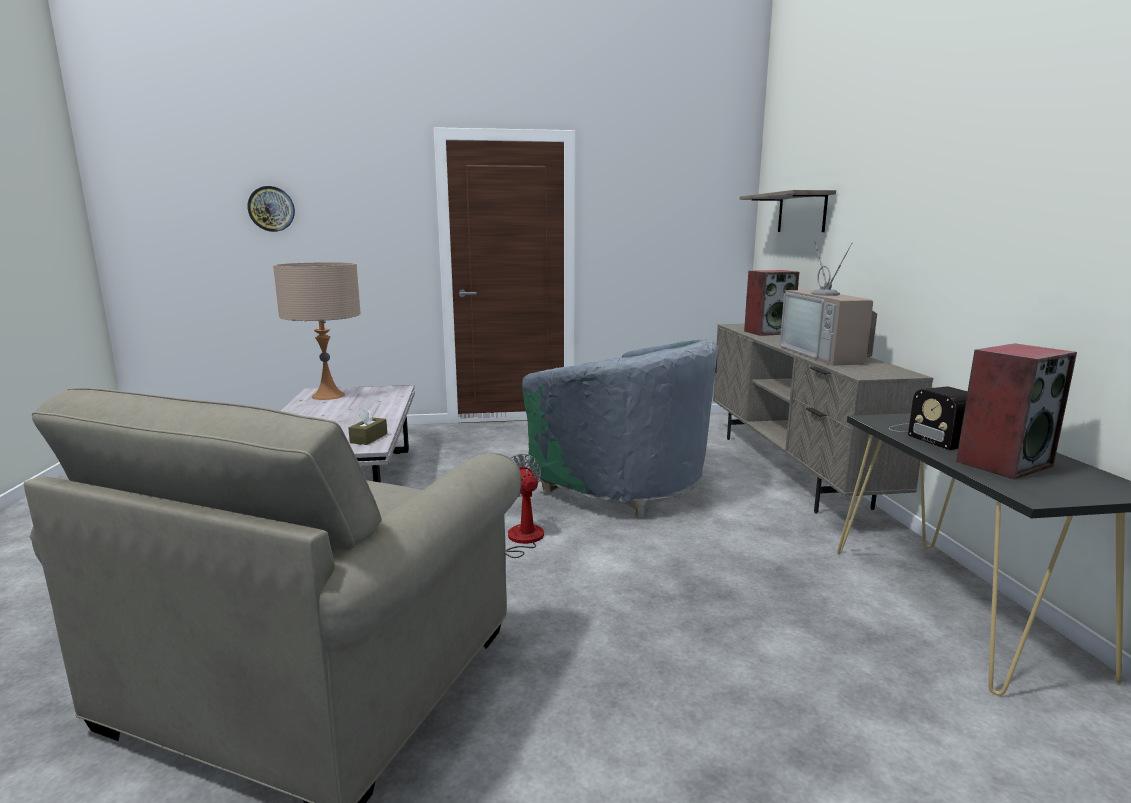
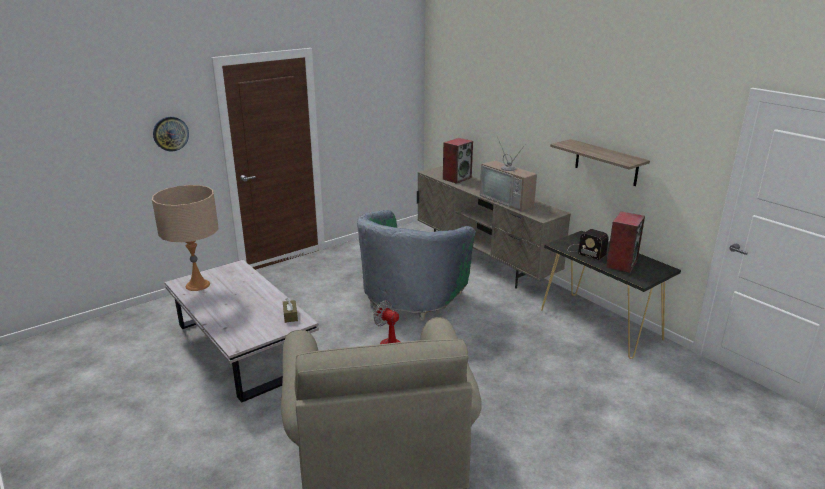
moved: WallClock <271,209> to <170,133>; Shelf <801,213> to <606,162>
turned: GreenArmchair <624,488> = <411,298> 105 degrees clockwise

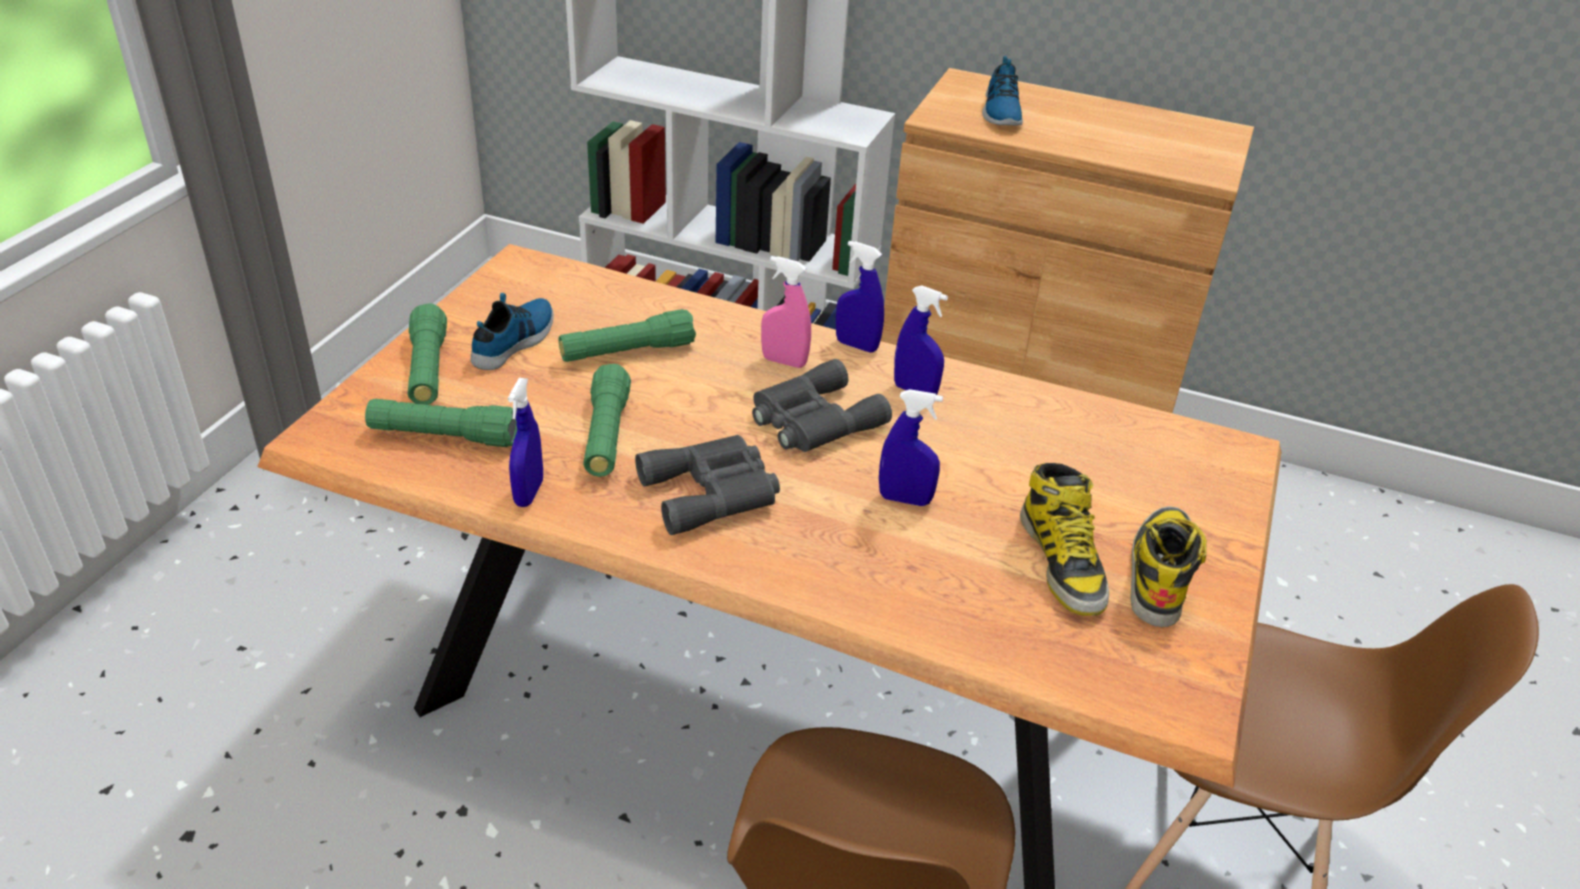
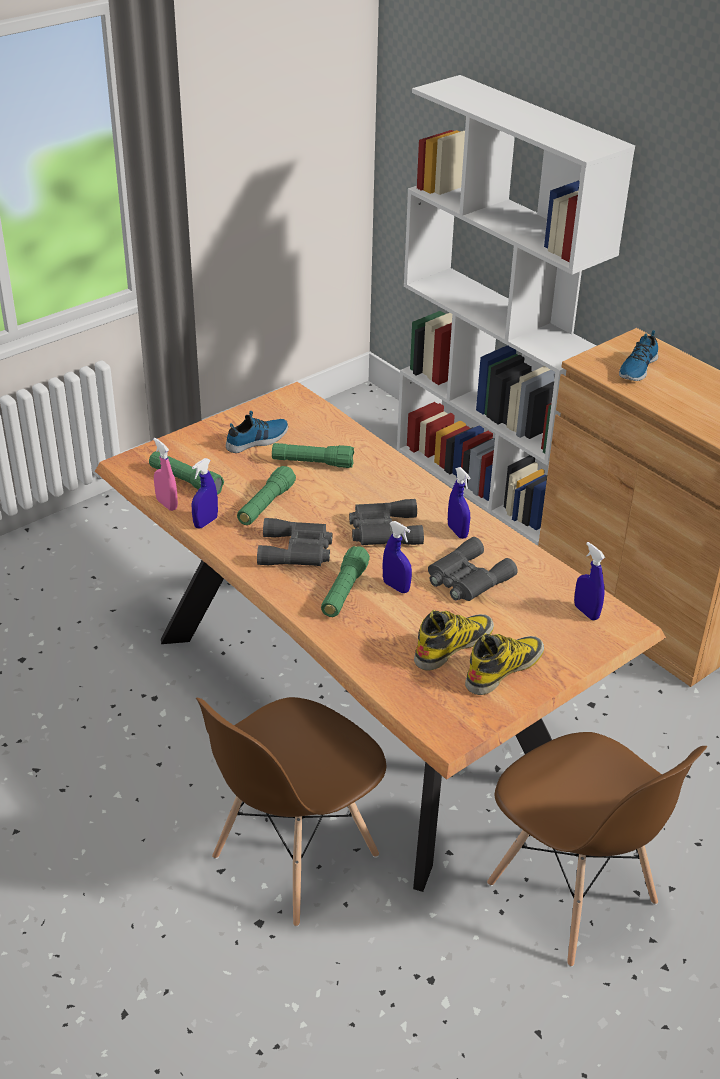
added: GreyBinoculars <466,579>
moved: GreenFlashlight <428,369> to <344,591>; PinkSprayBottle <784,361> to <166,504>; BlueSprayBottle <856,345> to <586,612>
turned: Boot <1062,561> = <453,645> 150 degrees counterclockwise

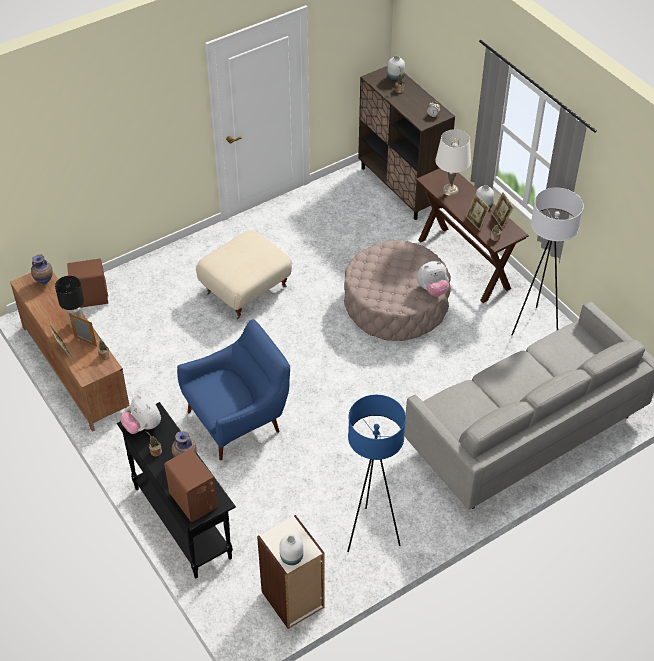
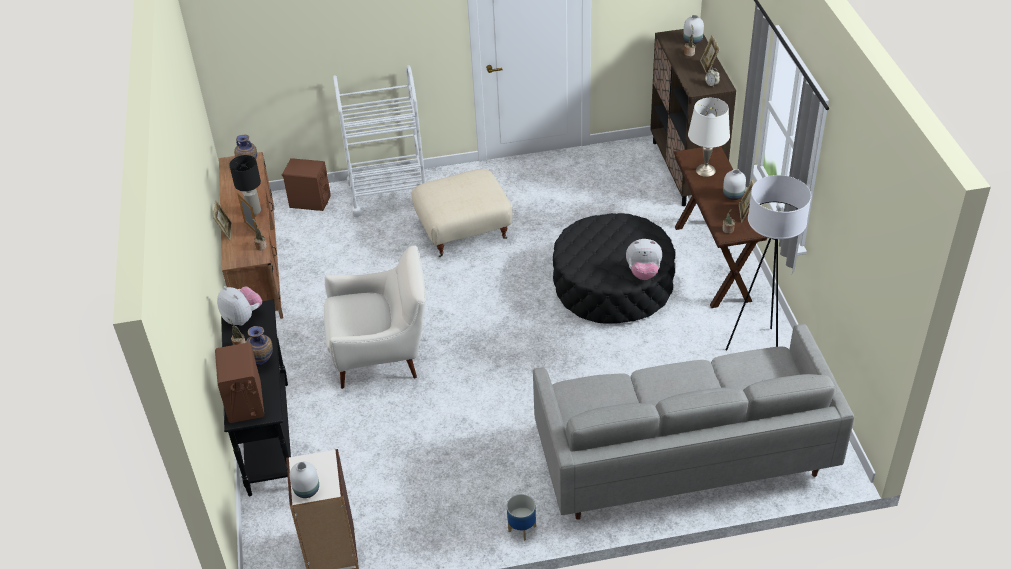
removed: BlueFloorLamp <371,534>
added: WhiteCart <388,193>; Planter <521,529>
moved: PictureFrame <476,222> to <708,67>
recoloured: BlueArmchair <237,420> to WhiteArmchair <382,354>; BeigeOttoman <396,304> to BlackOttoman <613,285>
turned: PlushToy <143,426> = <243,318> 150 degrees clockwise

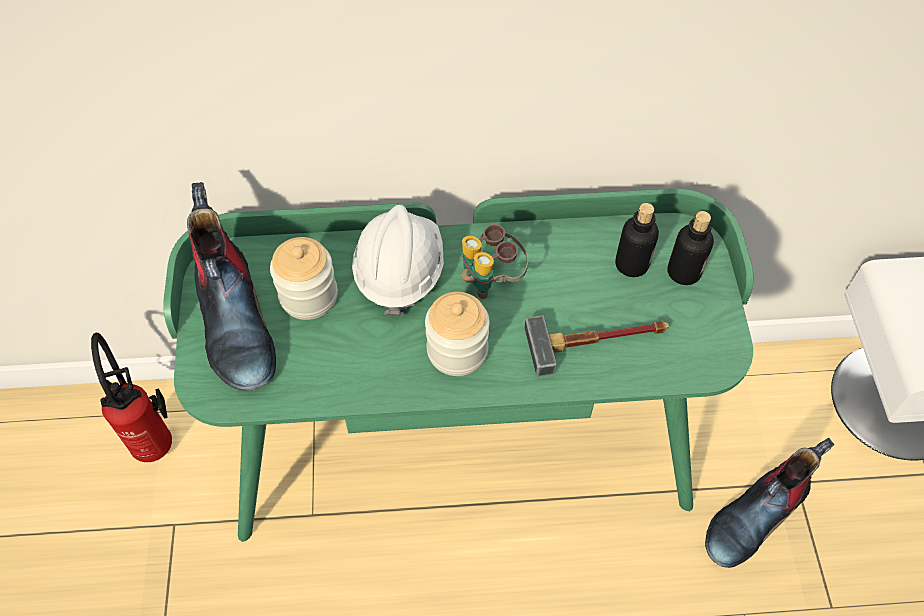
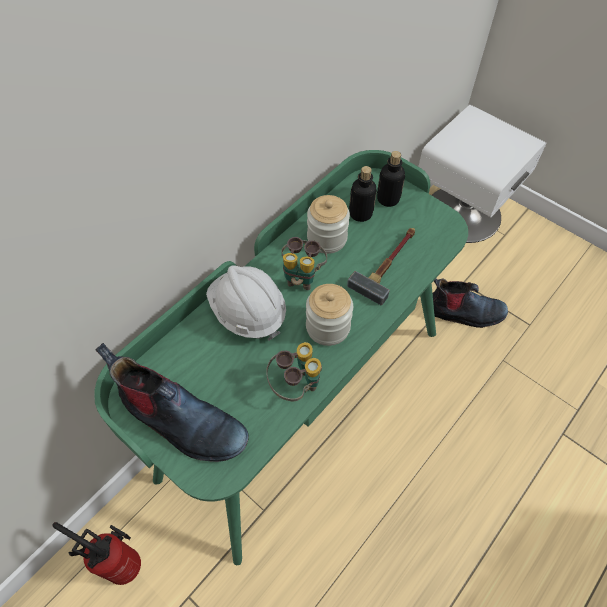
added: Binoculars <295,385>
moved: Jar <308,296> to <327,238>
turned: Boot <755,516> = <463,312> 90 degrees counterclockwise

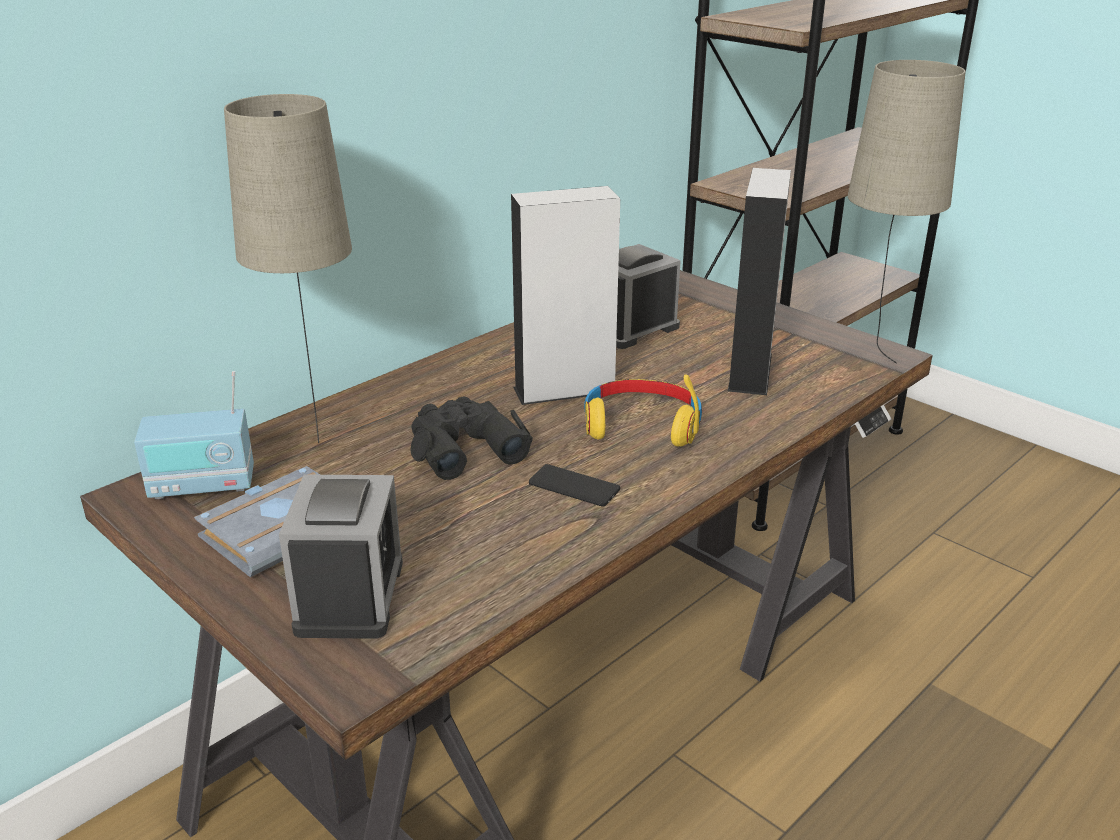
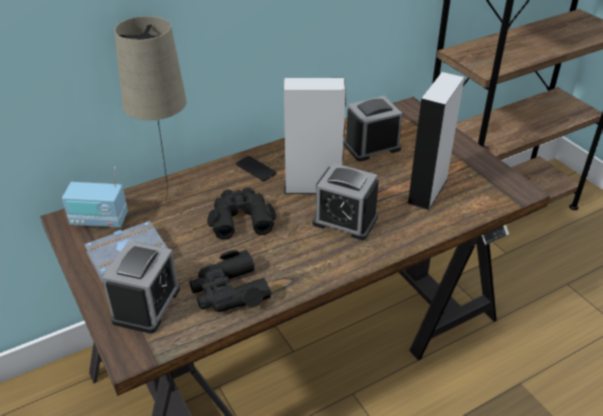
removed: BeigeTableLamp <871,362>
added: BlackBinoculars <229,291>
moved: Phone <574,486> to <256,169>
replaced: YellowHeadphones <641,426> to AlarmClock <345,220>

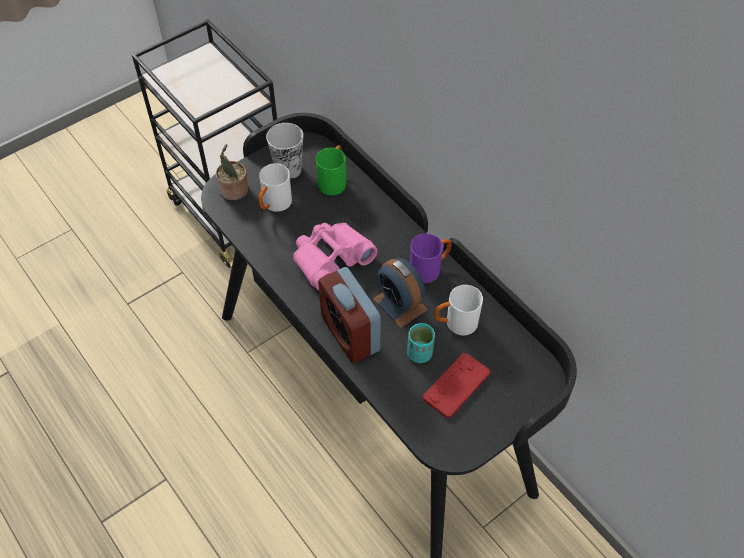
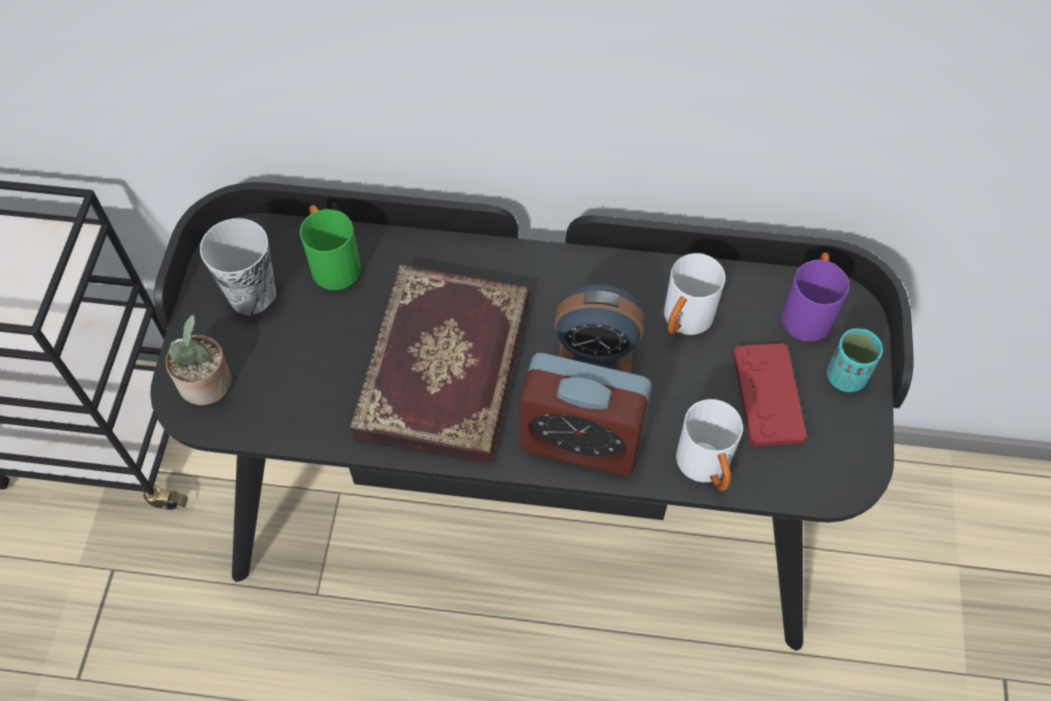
moved: WhiteMug <274,205> to <706,469>; TurquoiseCup <420,353> to <846,376>; PurpleMug <430,268> to <807,312>
replaced: PinkBinoculars <331,259> to Book <448,367>

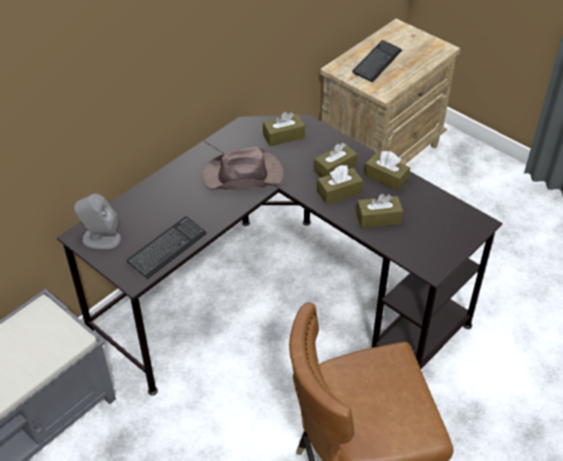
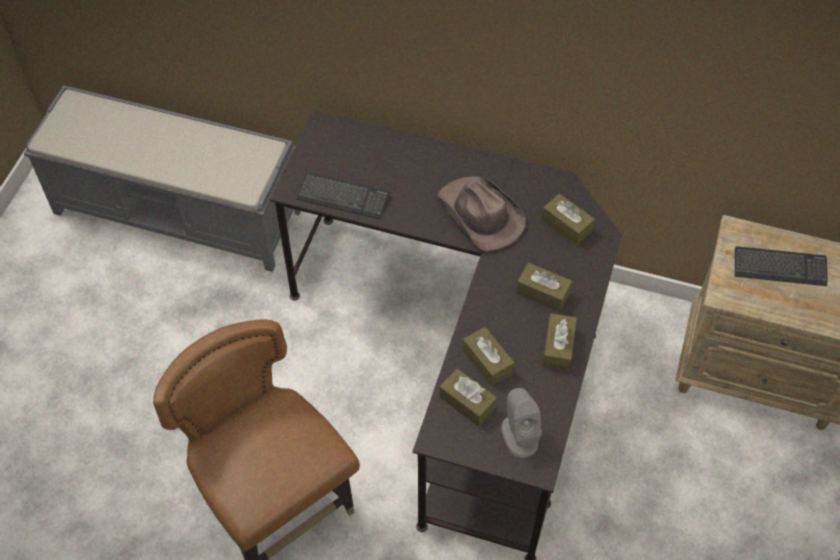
moved: GreySpeaker <100,238> to <519,435>; BrownTissueBox <339,192> to <467,402>

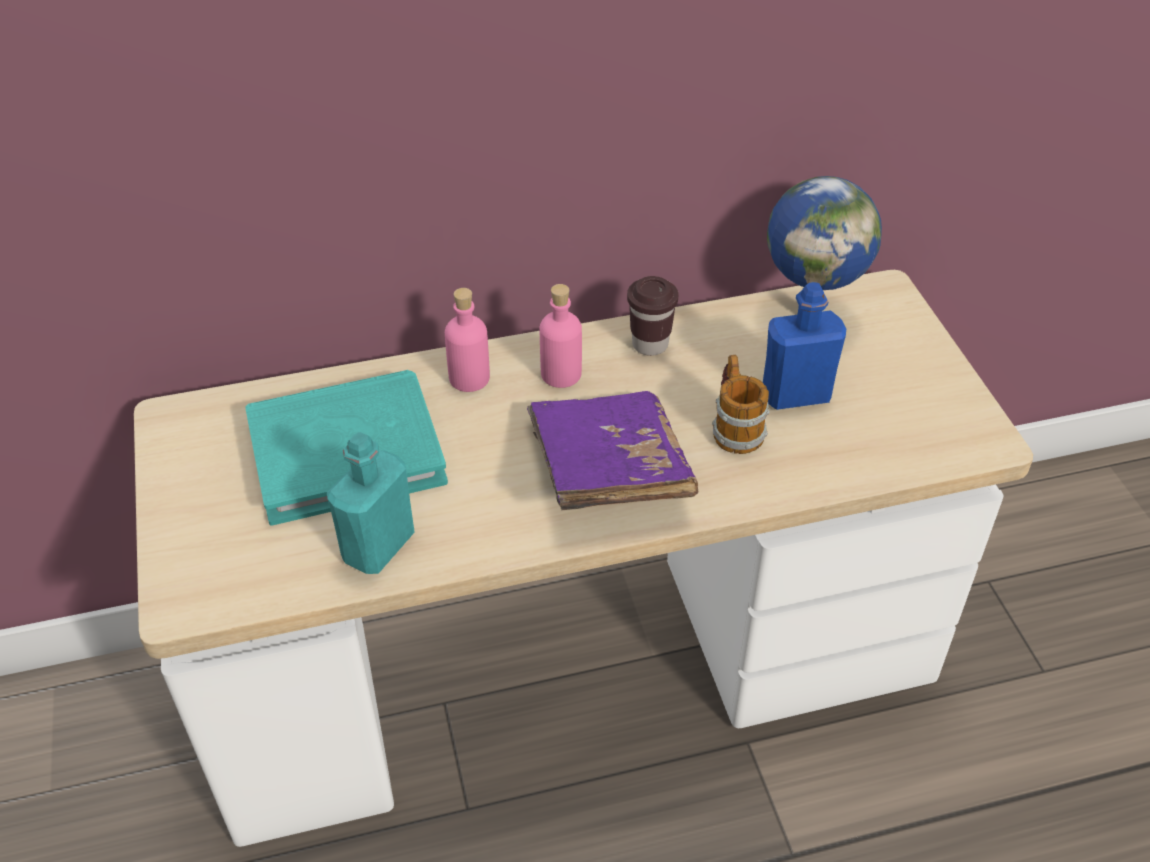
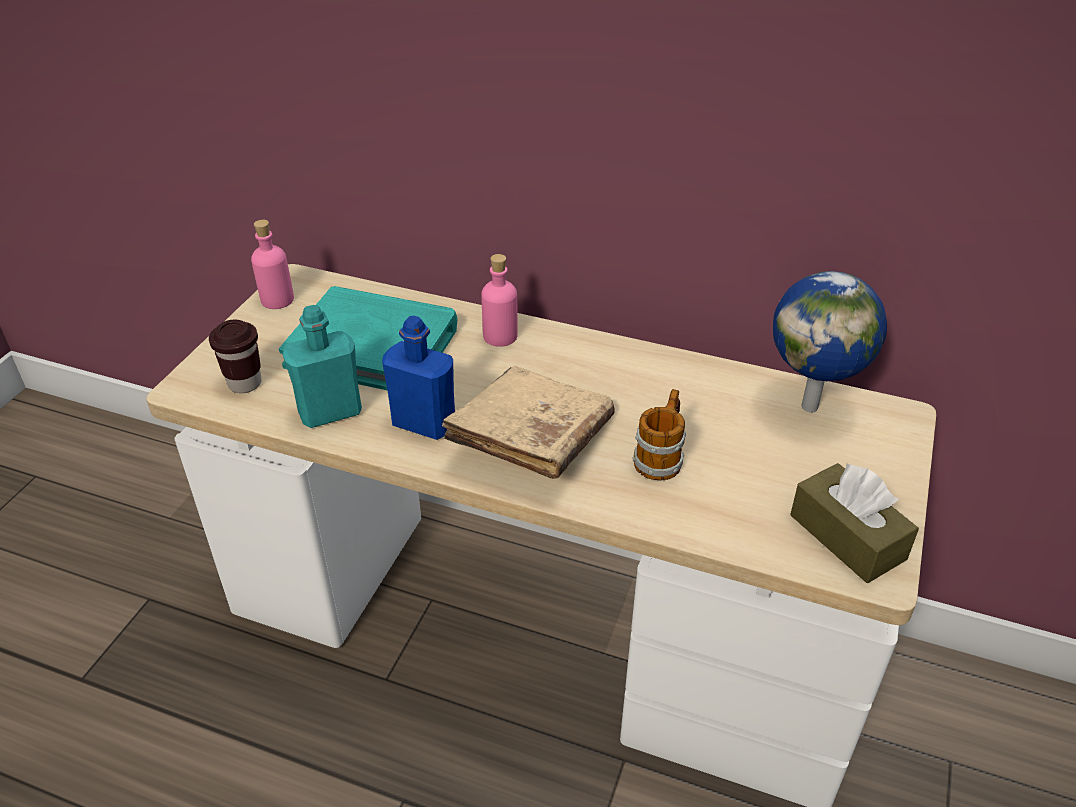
added: BrownTissueBox <847,537>
moved: PinkBottle <561,374> to <277,300>; BrownCup <650,344> to <245,383>; BlueBottle <796,395> to <424,424>
recoloured: PurpleBook <608,471> to BeigeBook <531,441>

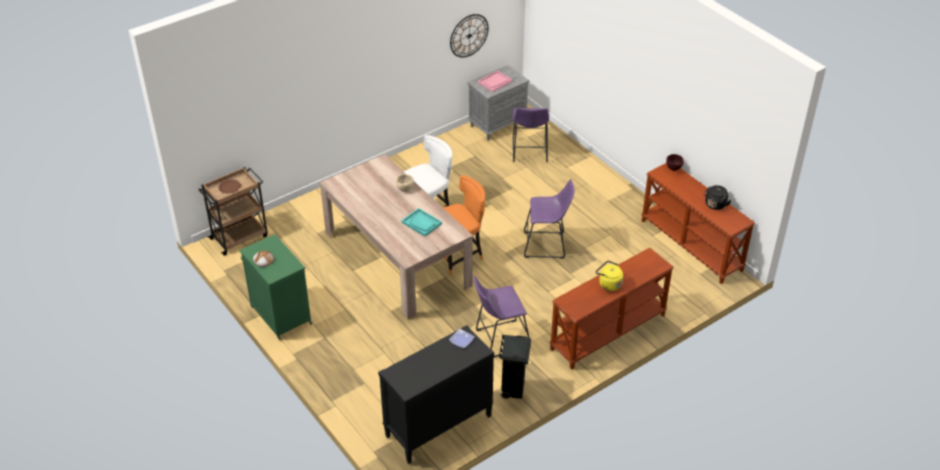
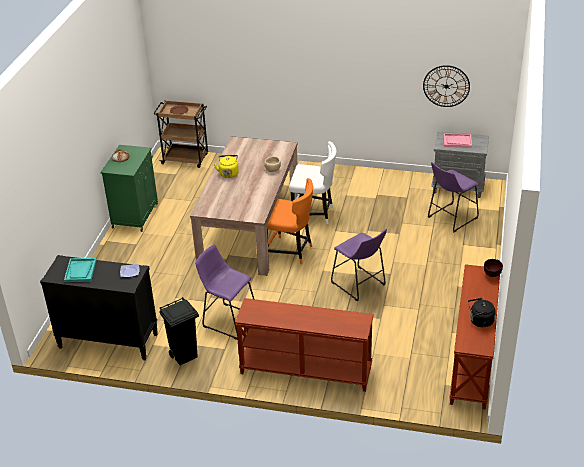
moved: TurquoiseTray <421,223> to <80,271>; YellowKettle <608,284> to <228,173>

